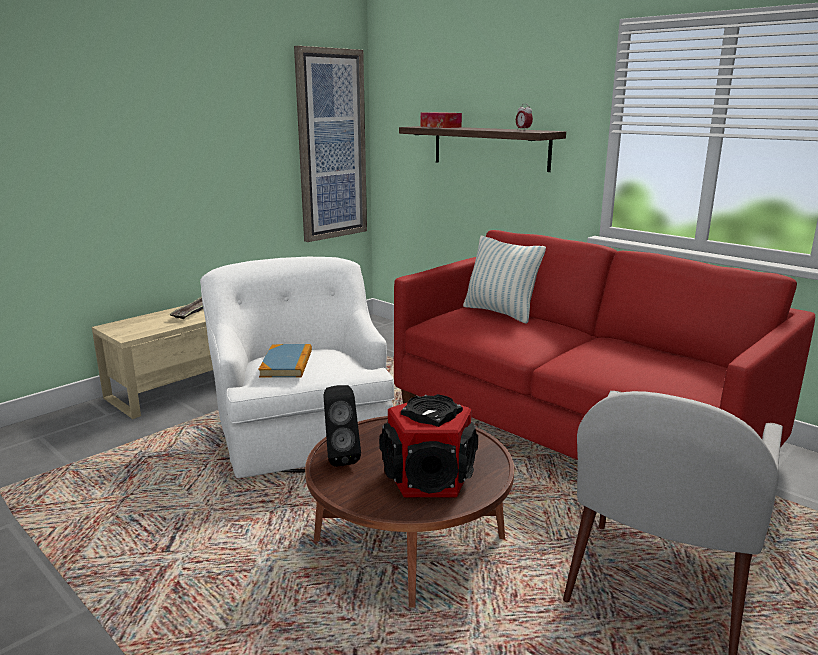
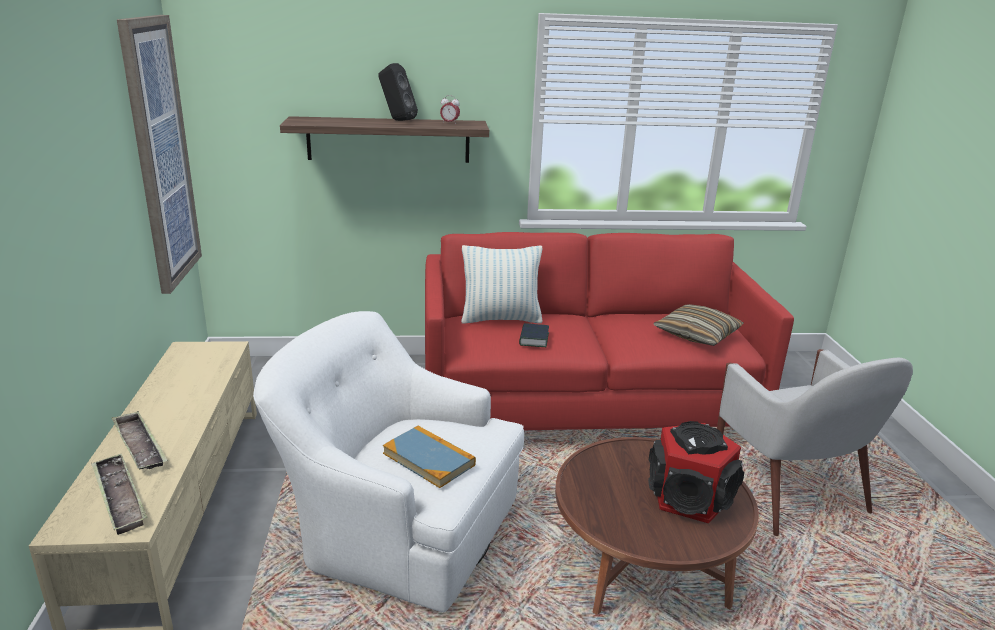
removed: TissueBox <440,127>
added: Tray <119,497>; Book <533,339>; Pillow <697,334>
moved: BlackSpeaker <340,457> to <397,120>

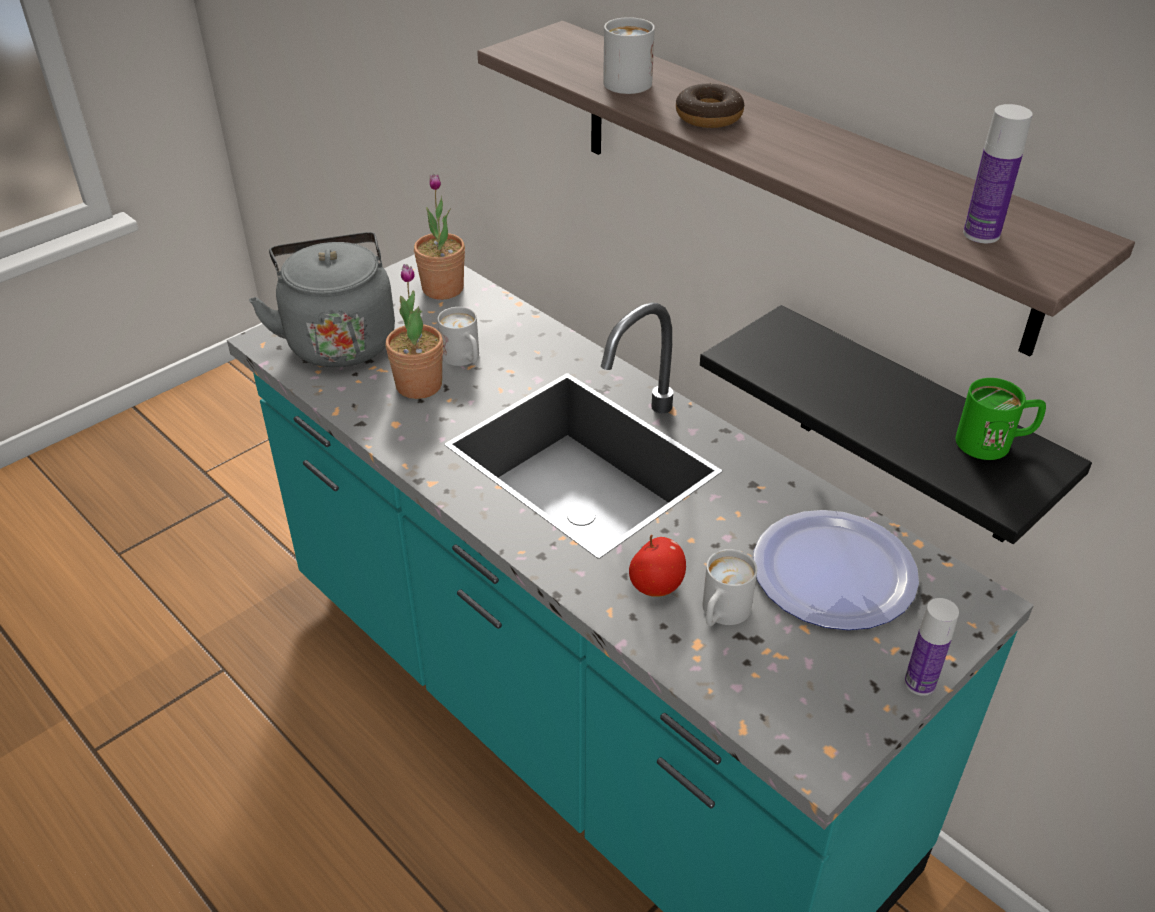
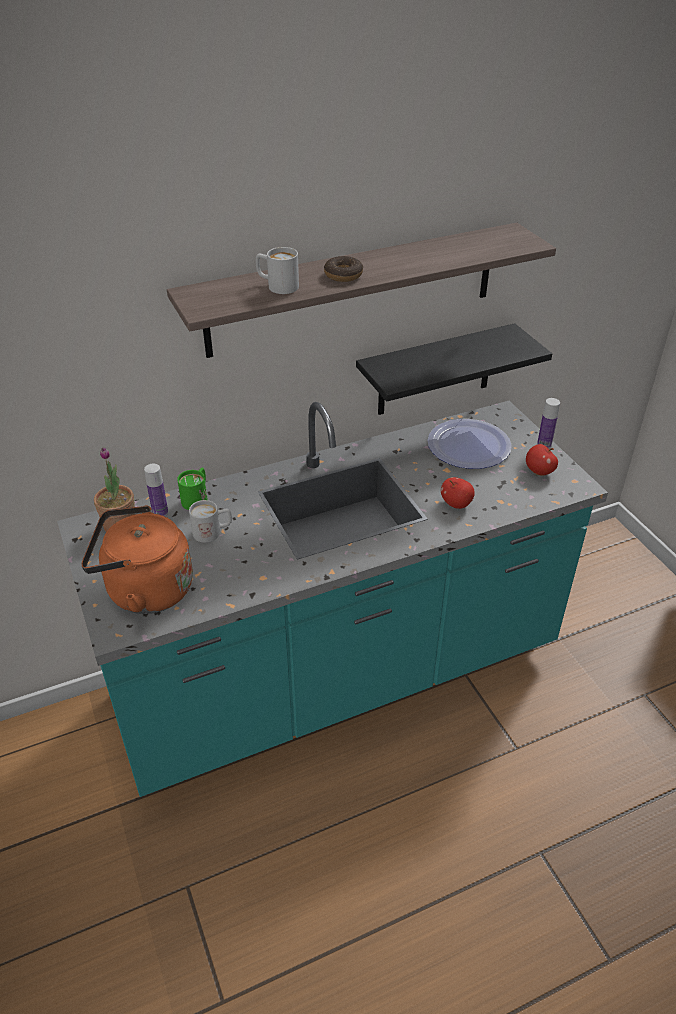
removed: PottedPlant <419,385>; WhiteMug <721,614>
added: Apple <539,471>
moved: GreenMug <995,443> to <197,498>; Bottle <981,234> to <160,512>
recoloured: GreyKettle <339,340> to OrangeKettle <144,590>

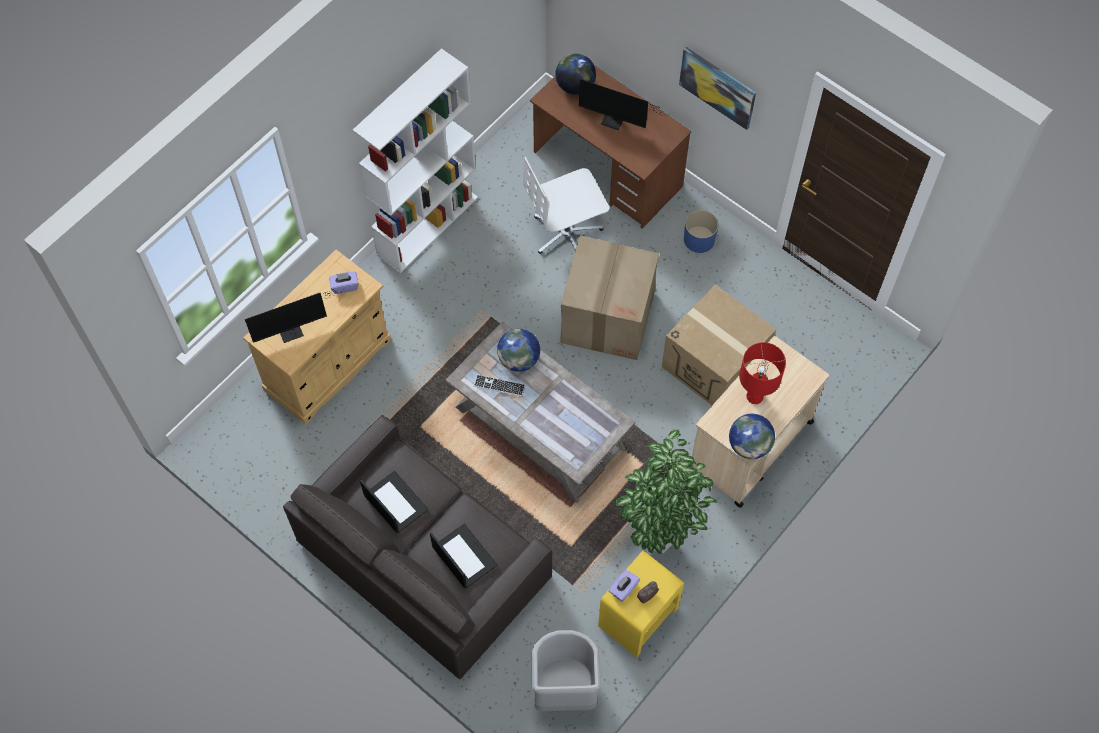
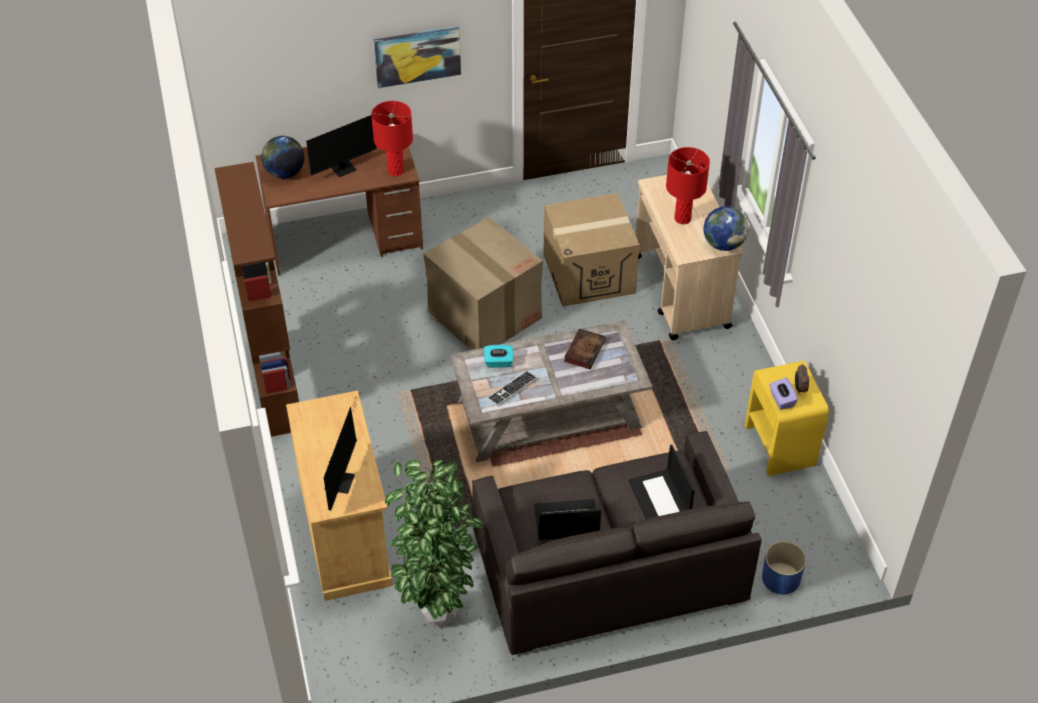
removed: PurpleTissueBox <345,286>; WhiteOfficeChair <567,233>; GreyTrashCan <564,690>
added: RedTableLamp <396,171>; Book <584,350>
moved: PottedPlant <658,538> to <437,612>; BluePlanter <699,239> to <780,578>
replaced: Globe <519,359> to TurquoiseTissueBox <498,362>
recoloured: WhiteBookcase <427,225> to BrownBookcase <274,384>
turned: Laptop <463,556> = <660,499> 105 degrees counterclockwise

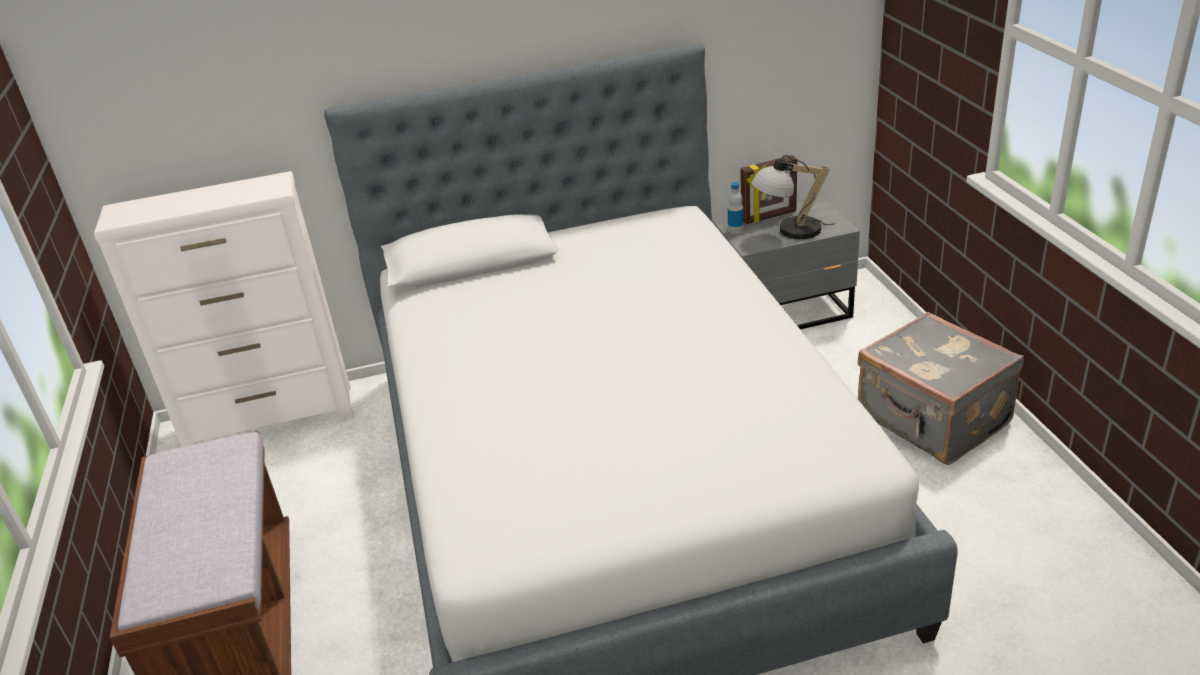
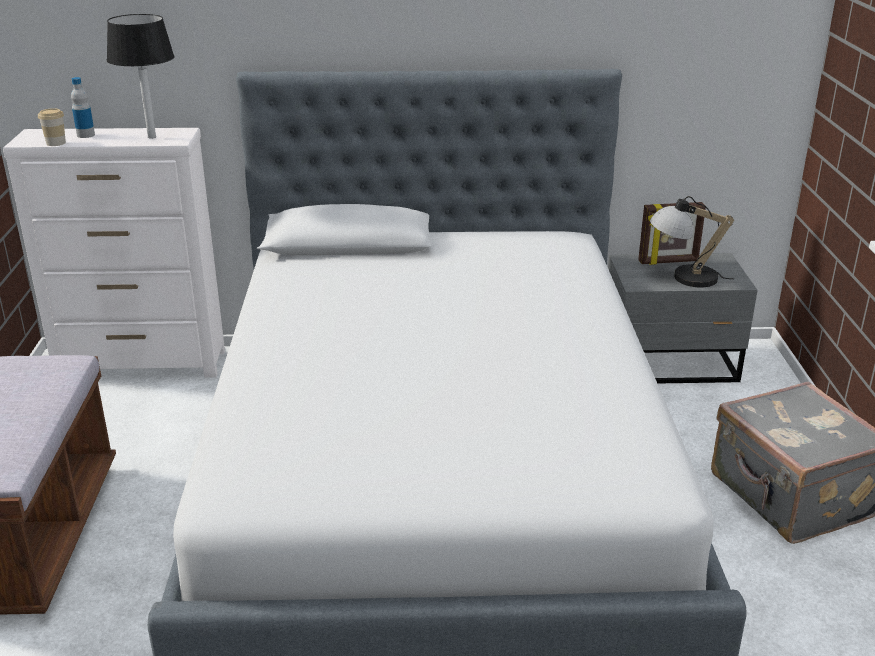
added: Cup <56,143>; BlackTableLamp <152,137>
moved: Bottle <735,230> to <86,135>

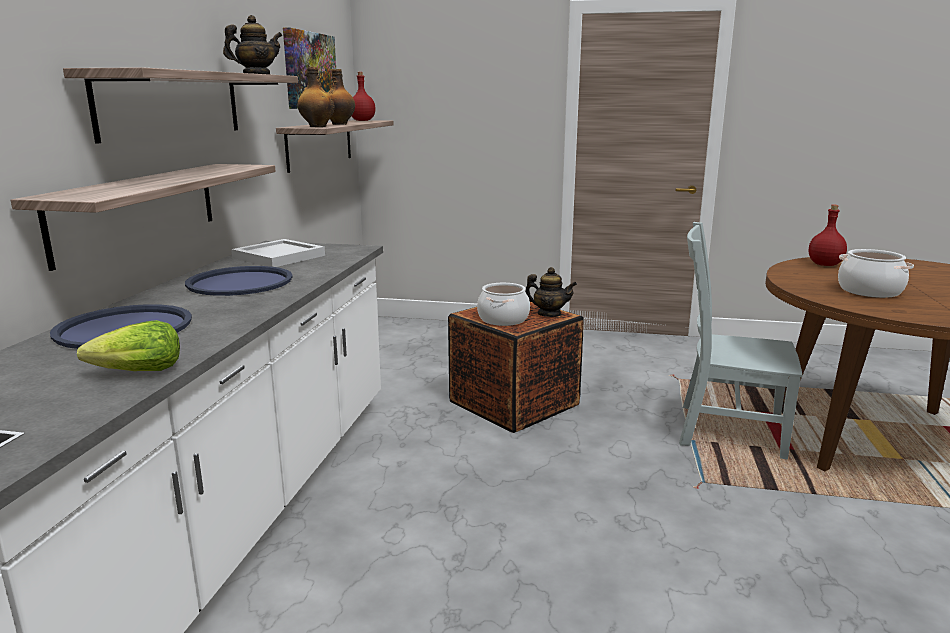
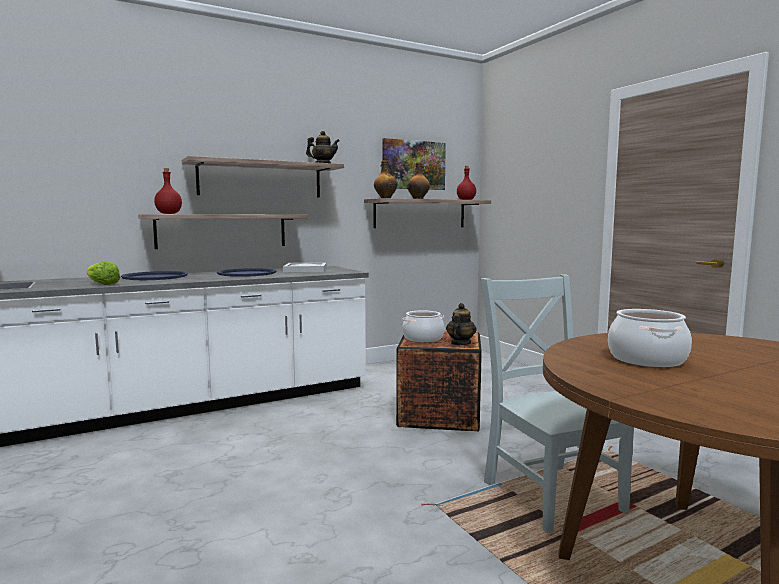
moved: RedBottle <825,265> to <168,213>
turned: Teapot <549,314> = <460,343> 135 degrees counterclockwise

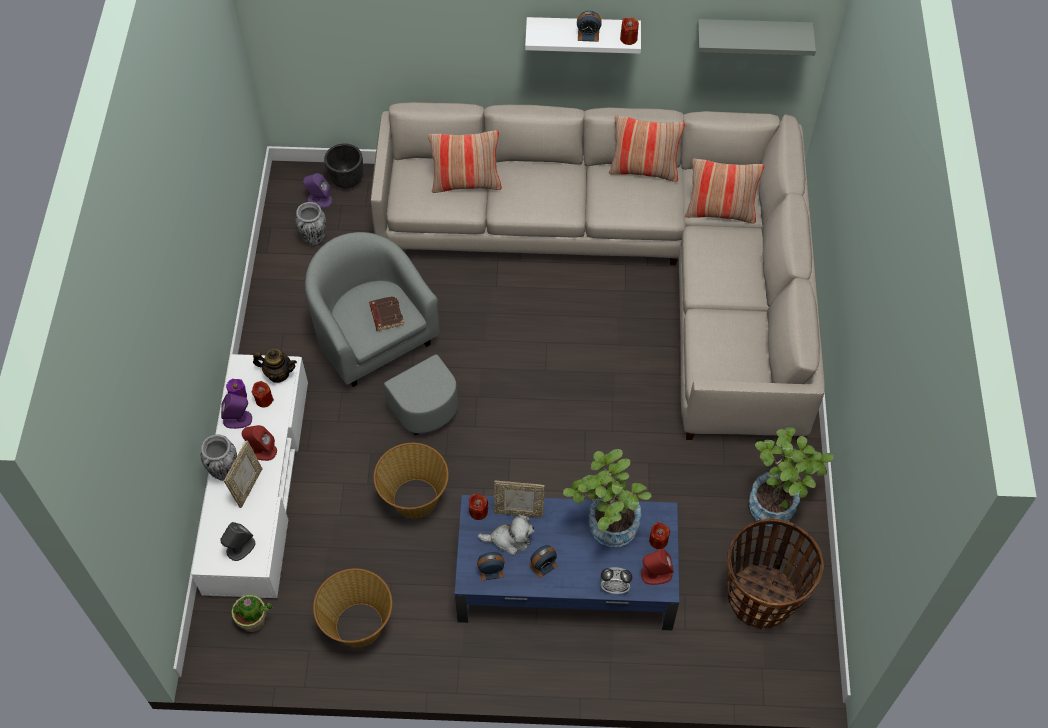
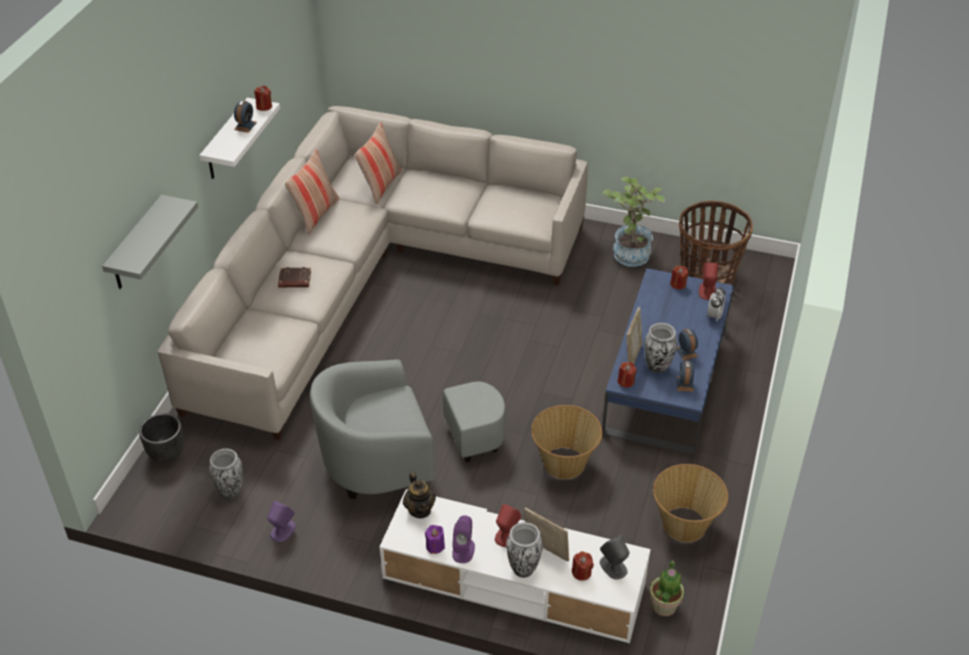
removed: Pillow <466,183>; PottedPlant <606,528>
moved: RedCandle <264,400> to <581,572>; PurpleSpeaker <319,200> to <282,530>; BrownBook <386,315> to <294,280>; GreyShelf <752,35> to <136,245>
replaced: PlushToy <510,539> to Vase <657,367>
turned: Teapot <278,373> = <420,509> 135 degrees clockwise

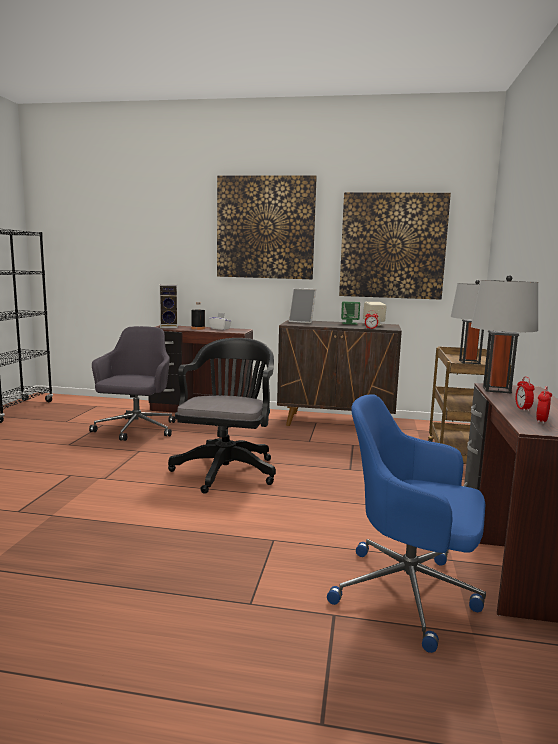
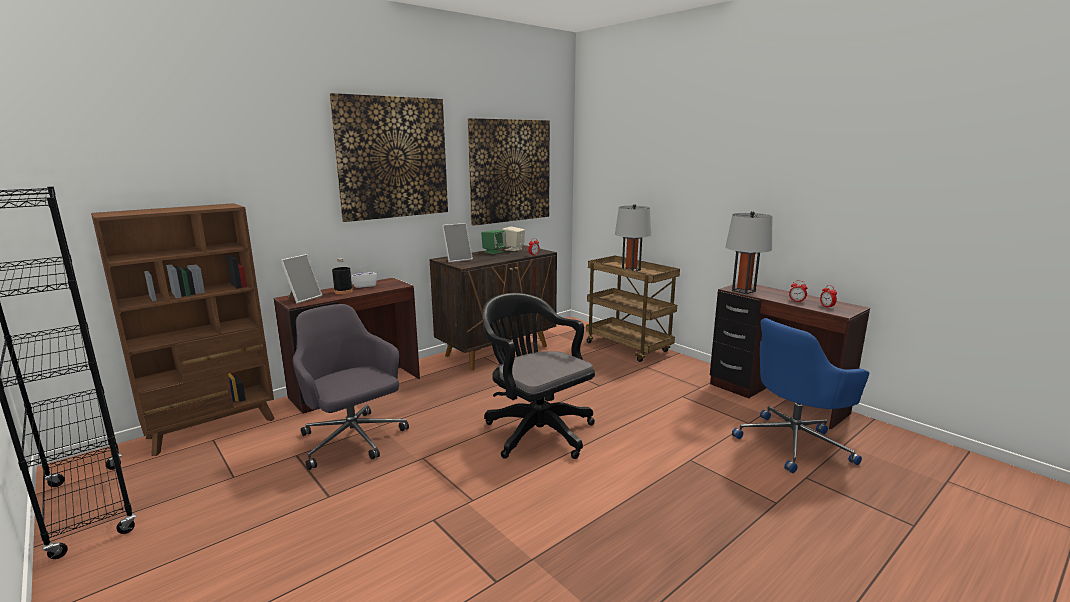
added: BrownBookcase <213,428>
replaced: Speaker <169,327> to PictureFrame <303,298>

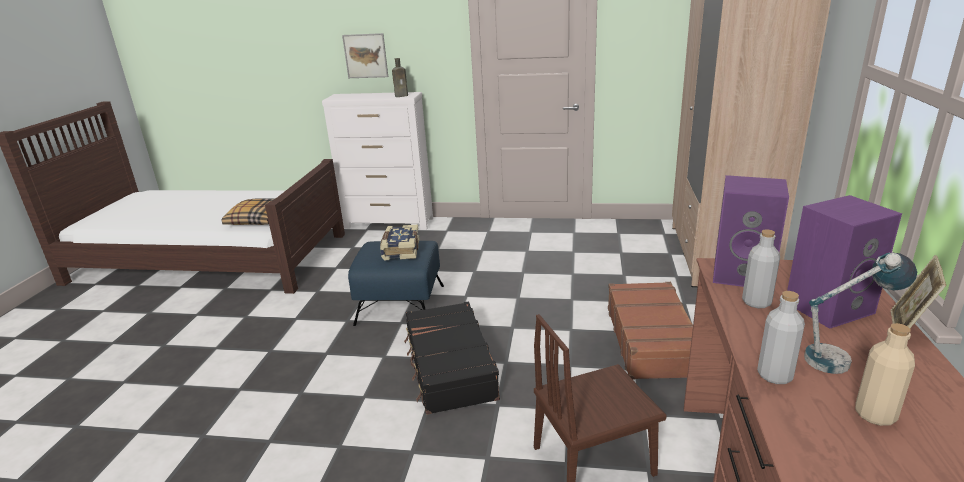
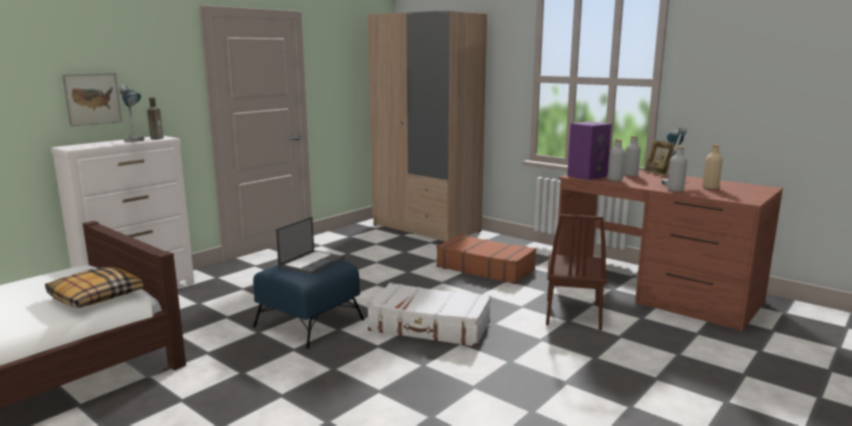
added: TableLamp <135,141>
replaced: Book <400,250> to Laptop <312,262>; PurpleSpeaker <829,306> to GreyBottle <630,175>
recoloured: BlackSuitcase <449,367> to WhiteSuitcase <430,327>

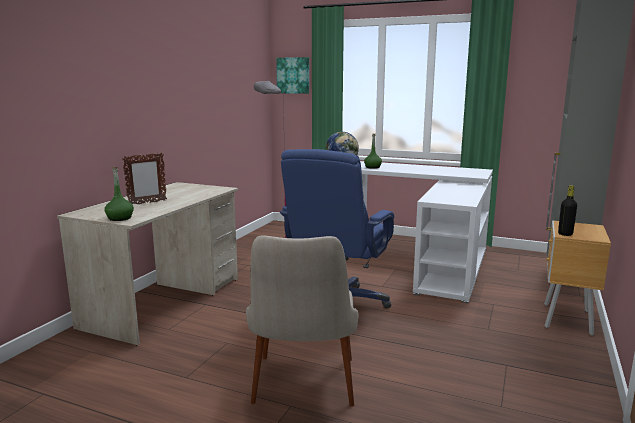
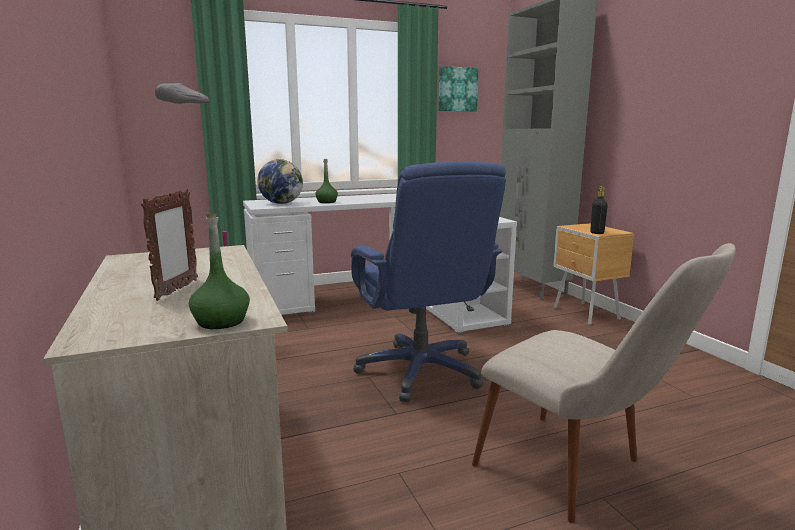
moved: Picture <293,75> to <457,89>

